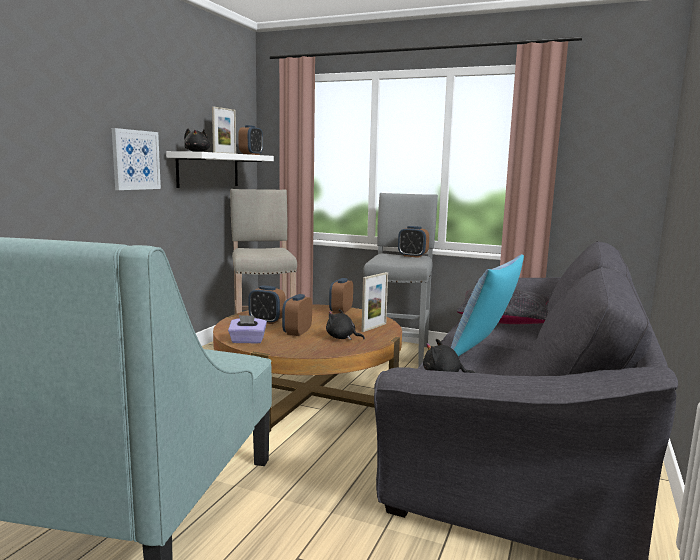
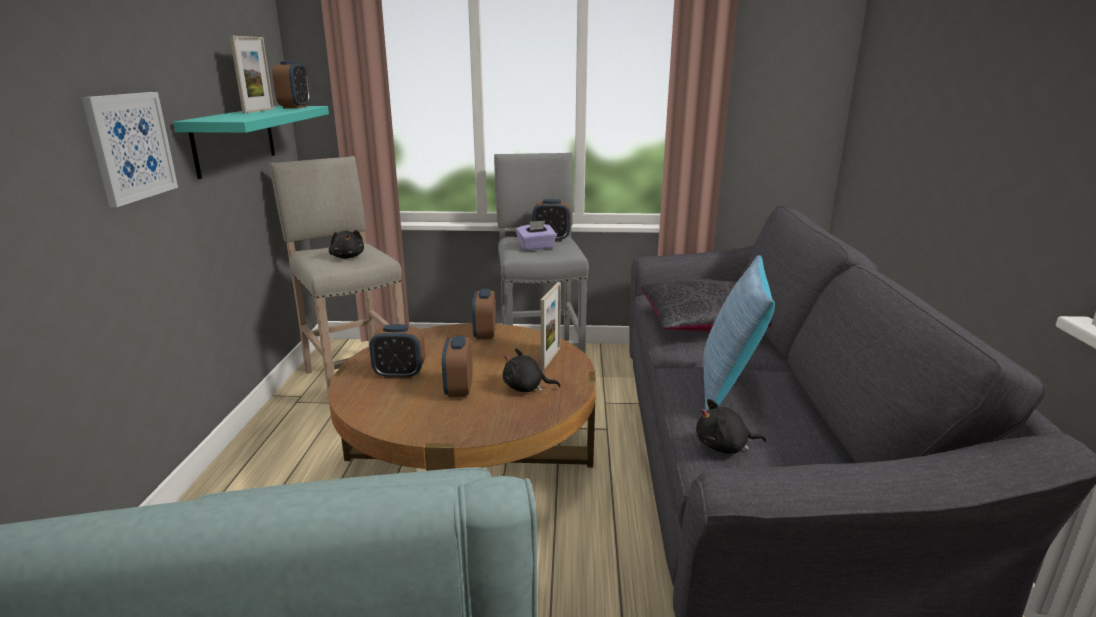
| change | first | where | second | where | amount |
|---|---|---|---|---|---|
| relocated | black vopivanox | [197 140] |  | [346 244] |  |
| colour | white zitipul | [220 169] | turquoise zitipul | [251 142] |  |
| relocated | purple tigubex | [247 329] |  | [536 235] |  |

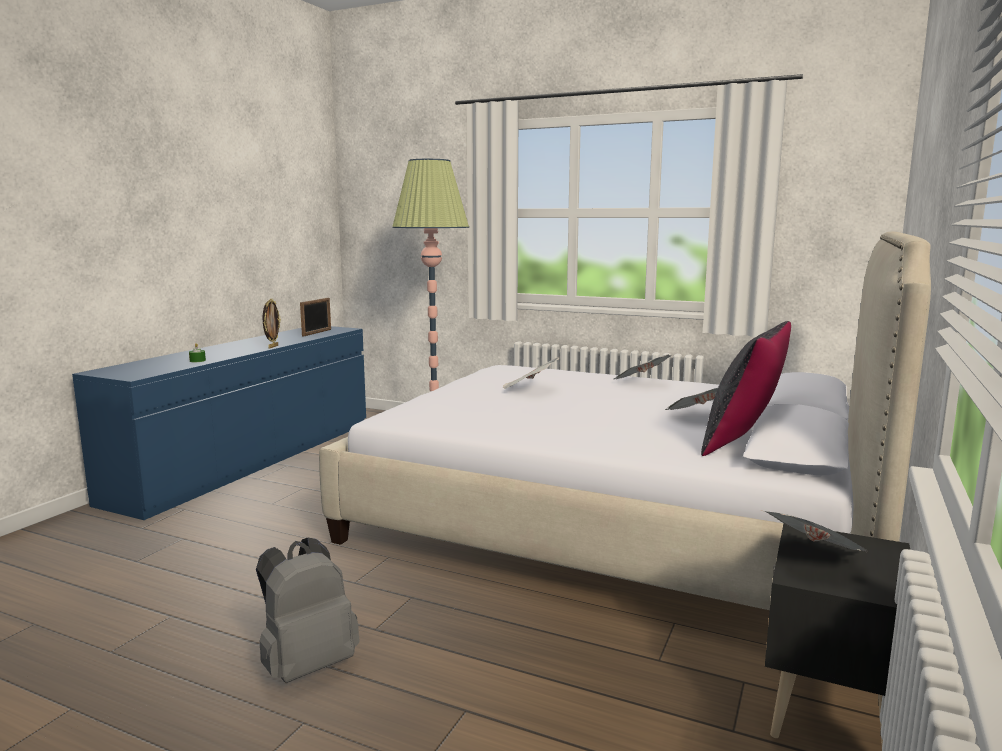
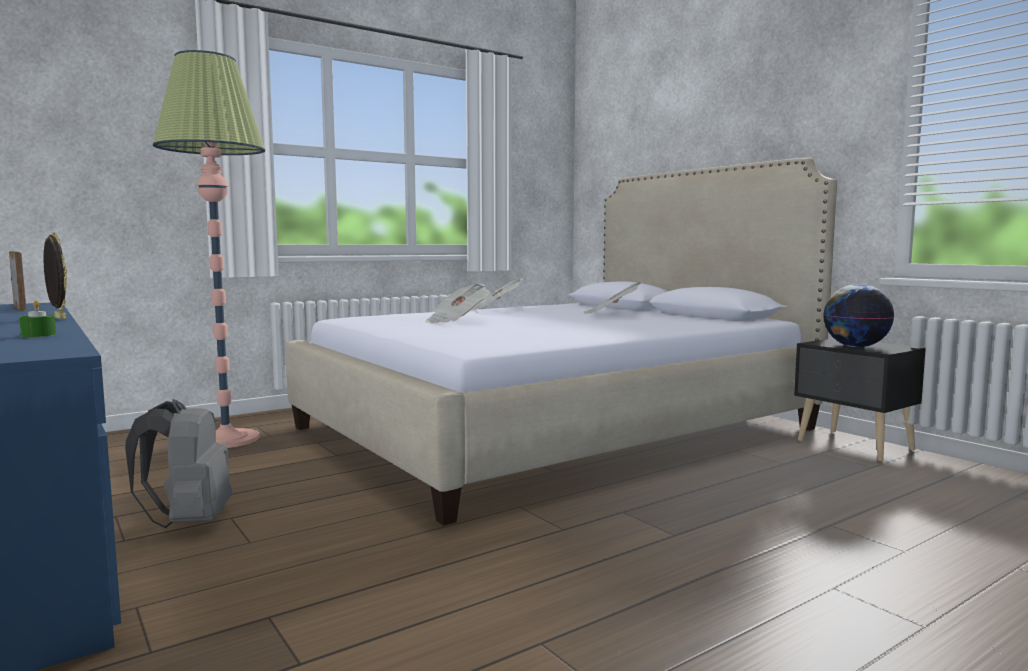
| change | first | where | second | where | amount |
|---|---|---|---|---|---|
| missing | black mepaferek | [746 388] |  |  |  |
| exchanged | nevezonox | [814 531] | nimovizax | [858 315] |  |
| relocated | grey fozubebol | [308 610] |  | [178 463] |  |

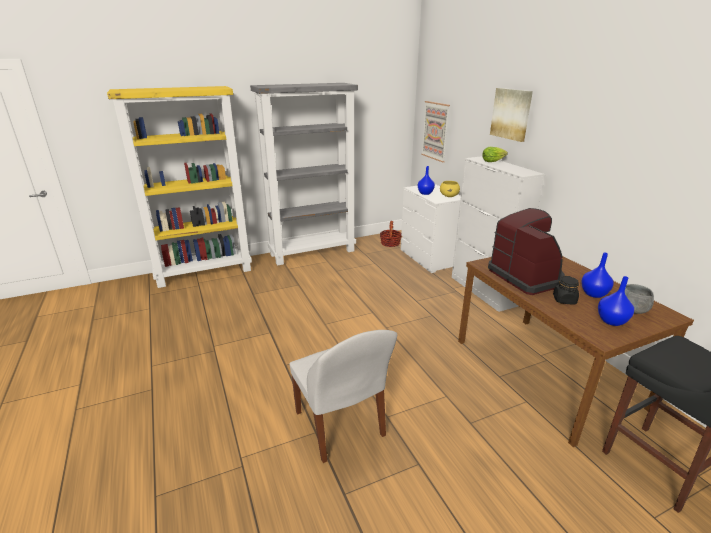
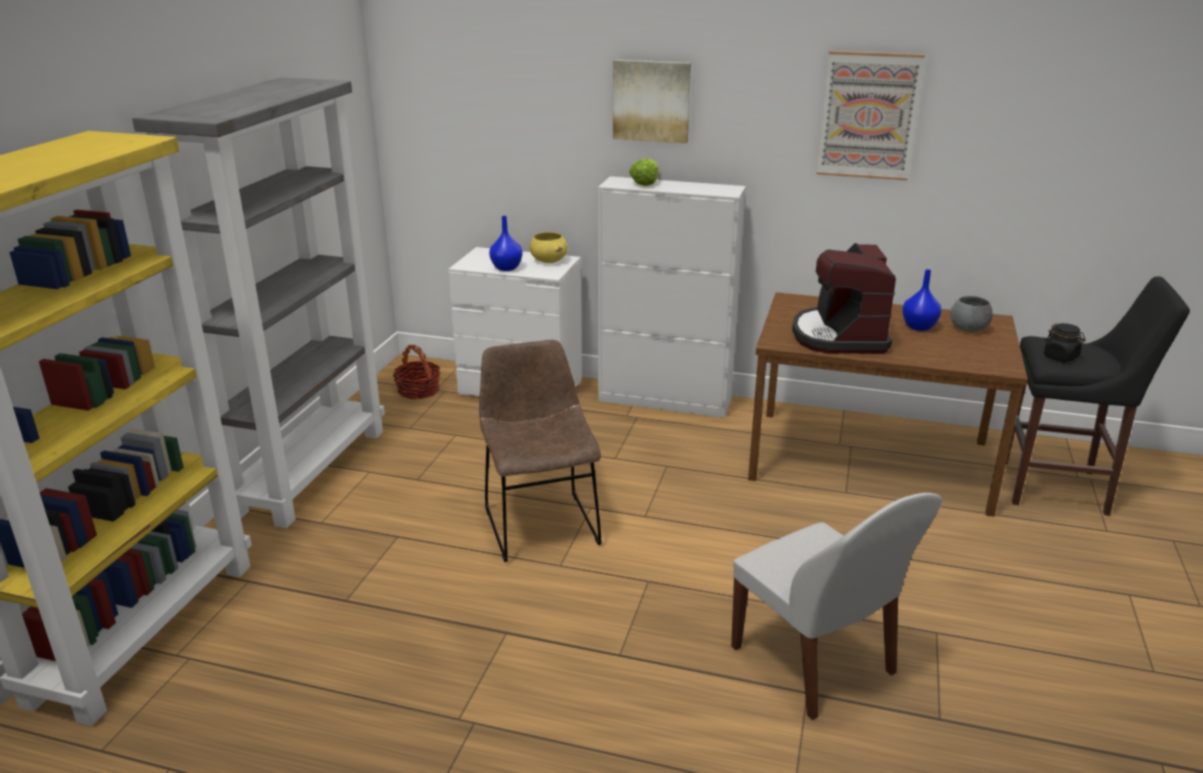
| change | first | where | second | where | amount |
|---|---|---|---|---|---|
| relocated | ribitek | [435 131] |  | [871 116] |  |
| spun | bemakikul | [526 251] |  | [844 298] | 105 degrees counterclockwise |
| relocated | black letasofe | [566 290] |  | [1064 342] |  |
| missing | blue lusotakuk | [616 301] |  |  |  |
| spun | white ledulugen | [343 396] |  | [836 606] | 45 degrees clockwise |
| appeared |  |  | brown ledulugen | [540 451] |  |

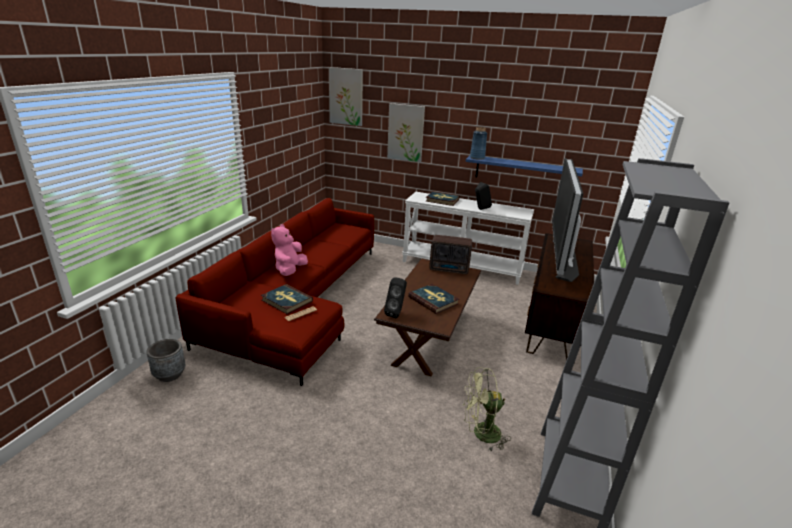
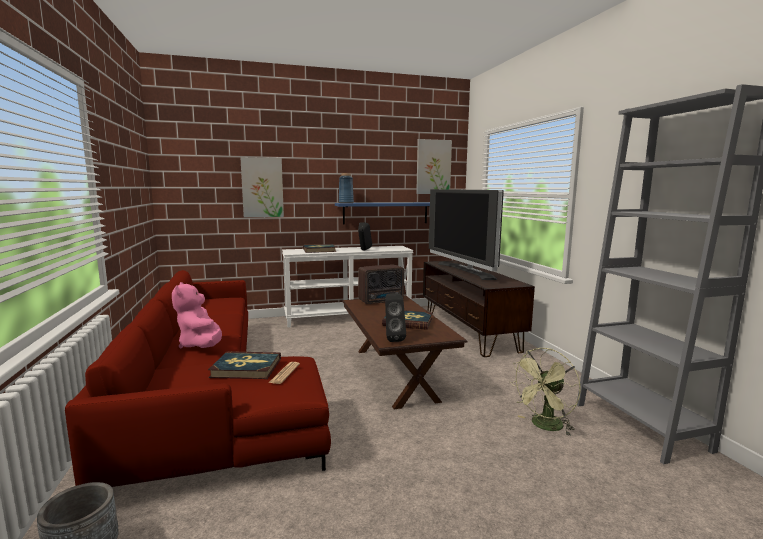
| change | first | where | second | where | amount |
|---|---|---|---|---|---|
| relocated | ribitek | [346 96] |  | [434 166] |  |

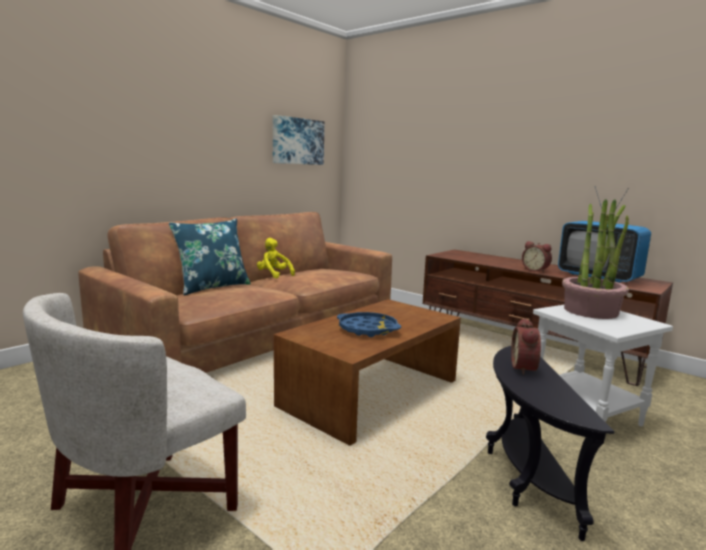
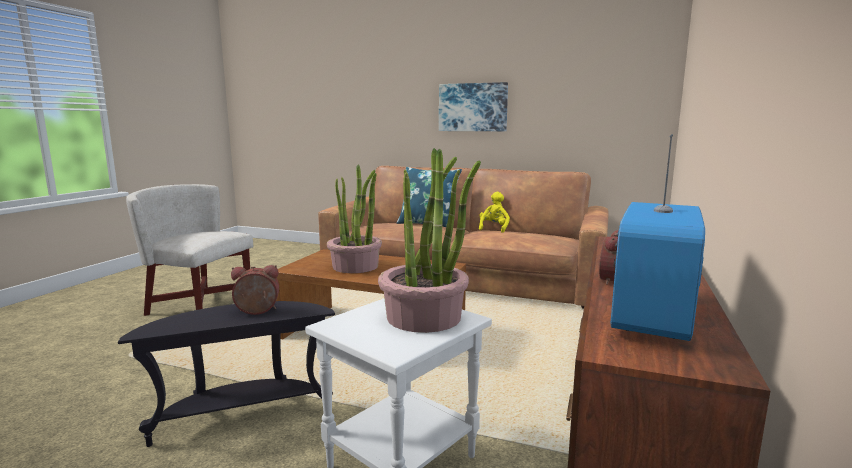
| change | first | where | second | where | amount |
|---|---|---|---|---|---|
| relocated | ribitek | [298 140] |  | [473 106] |  |
| exchanged | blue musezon | [369 324] | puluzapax | [354 219] |  |

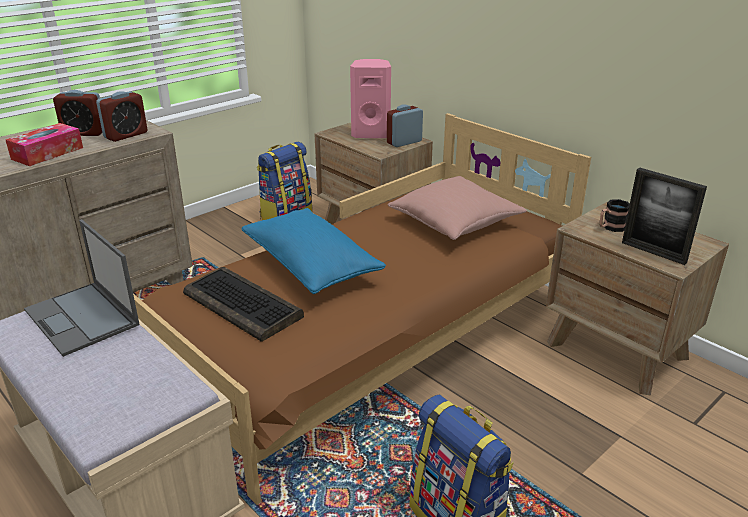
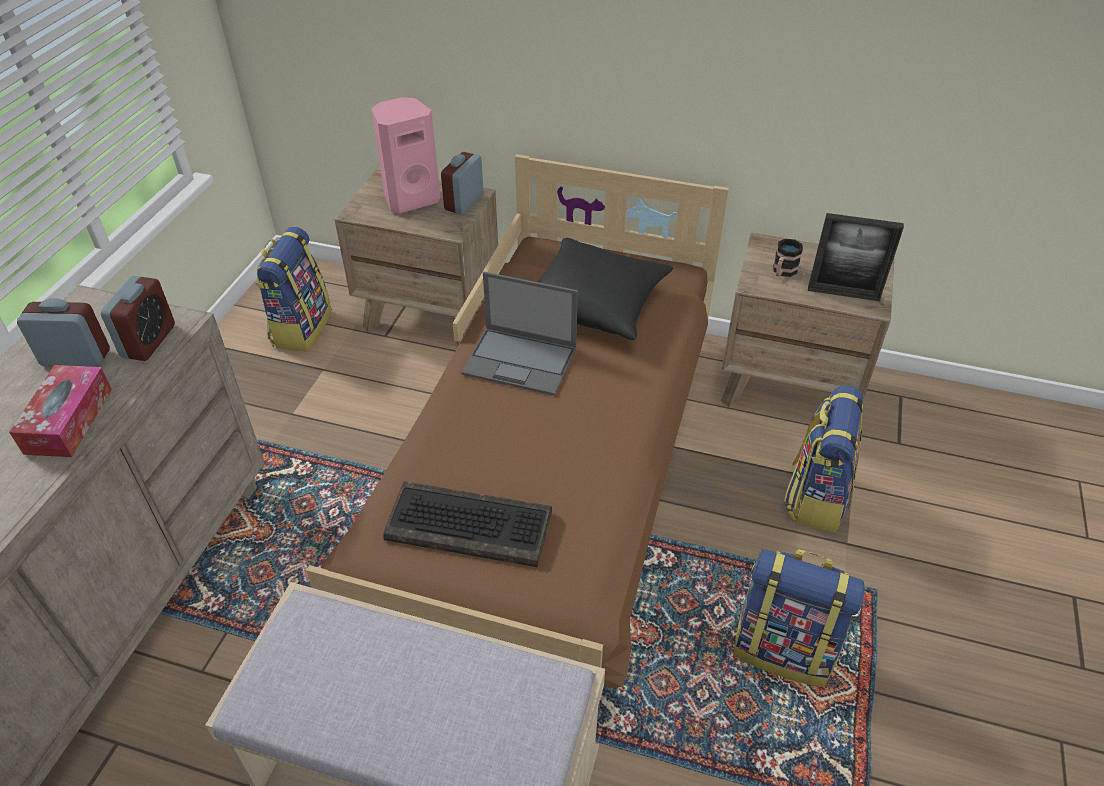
| change | first | where | second | where | amount |
|---|---|---|---|---|---|
| spun | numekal | [77 113] |  | [63 332] | 150 degrees counterclockwise |
| colour | pink mepaferek | [457 208] | black mepaferek | [605 289] |  |
| missing | blue mepaferek | [314 251] |  |  |  |
| relocated | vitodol | [82 288] |  | [519 334] |  |
| appeared |  |  | fozubebol | [823 458] |  |

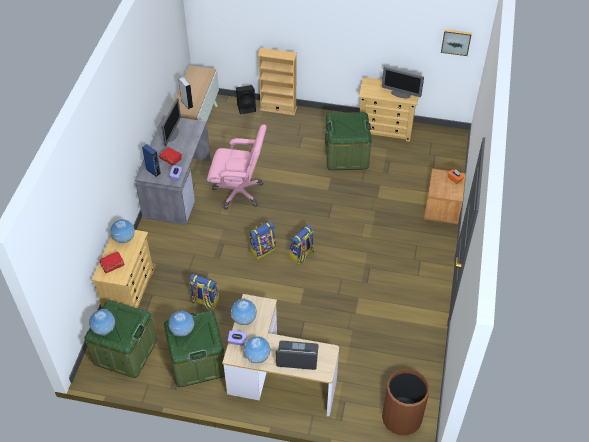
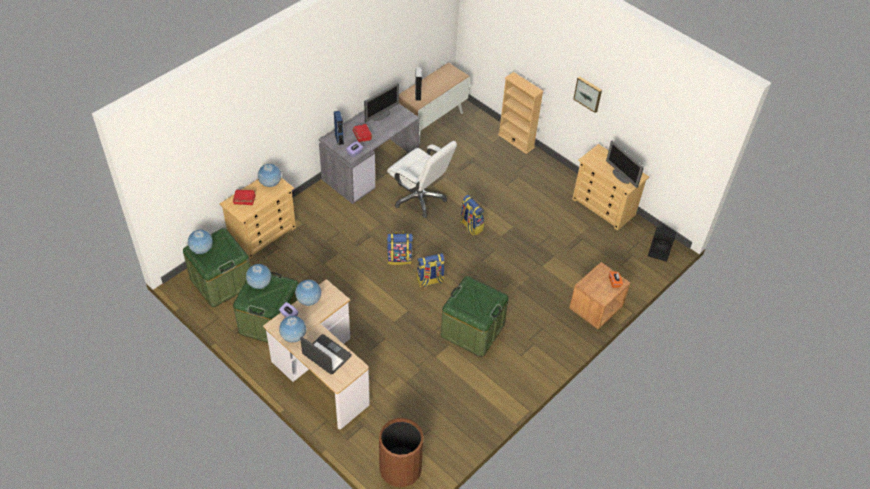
| change | first | where | second | where | amount |
|---|---|---|---|---|---|
| relocated | ribitek | [456 42] |  | [587 94] |  |
| relocated | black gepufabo | [246 99] |  | [662 244] |  |
| relocated | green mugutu | [348 141] |  | [475 316] |  |
| colour | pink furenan | [237 167] | white furenan | [422 179] |  |
| relocated | fozubebol | [205 291] |  | [471 215] |  |

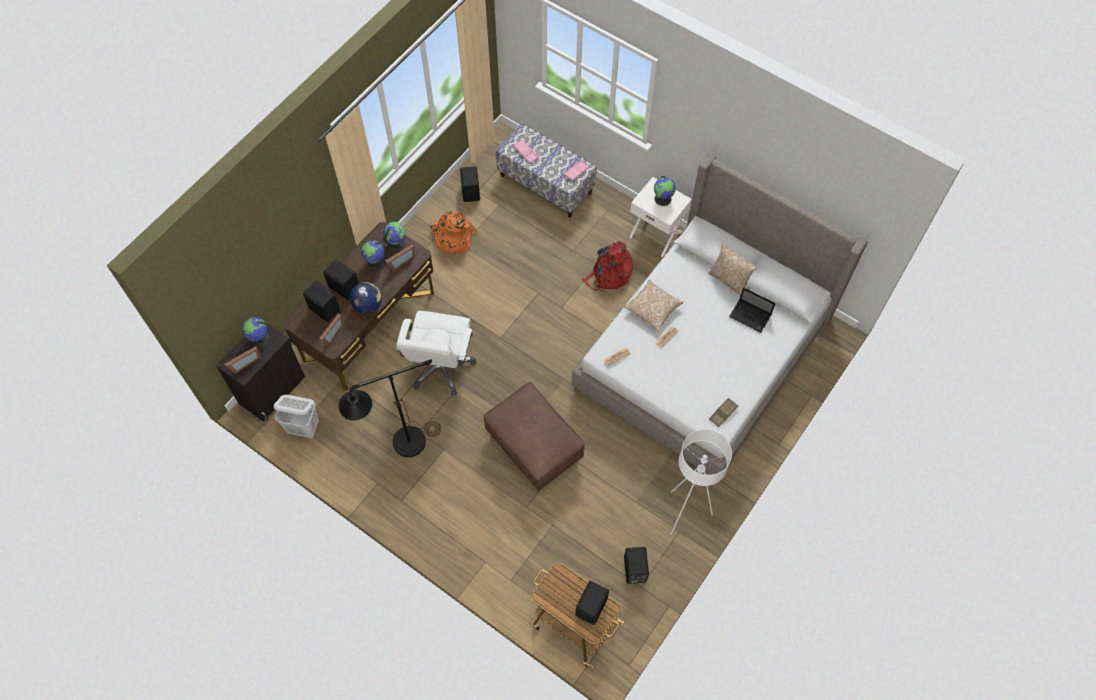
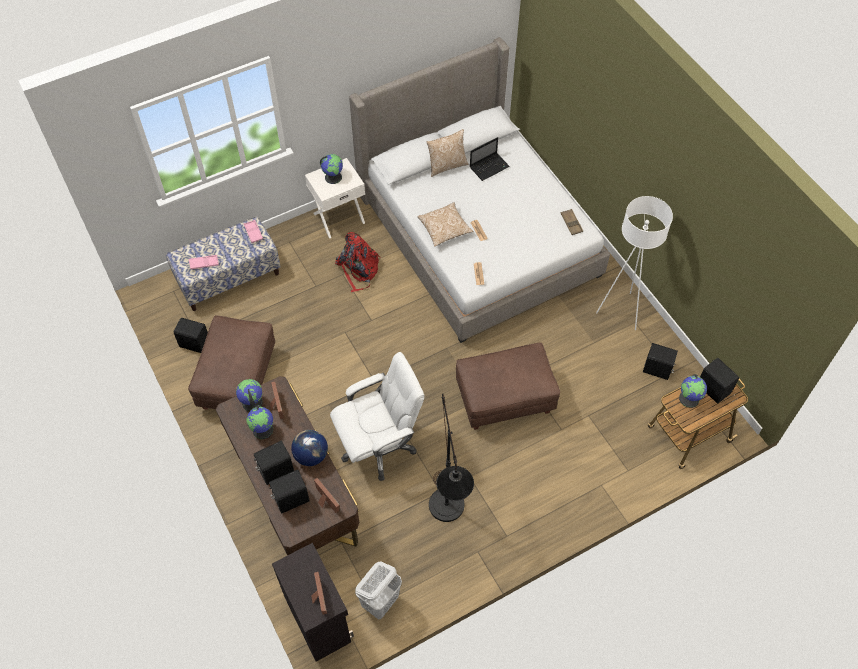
| change | first | where | second | where | amount |
|---|---|---|---|---|---|
| exchanged | orange fozubebol | [453 232] | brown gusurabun | [231 362] |  |
| spun | white furenan | [436 353] |  | [377 416] | 60 degrees counterclockwise |
| relocated | nimovizax | [256 332] |  | [693 391] |  |

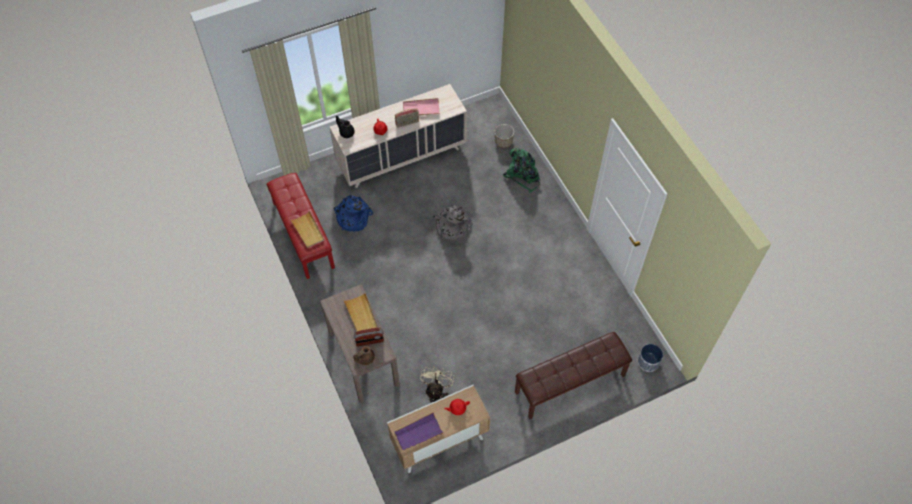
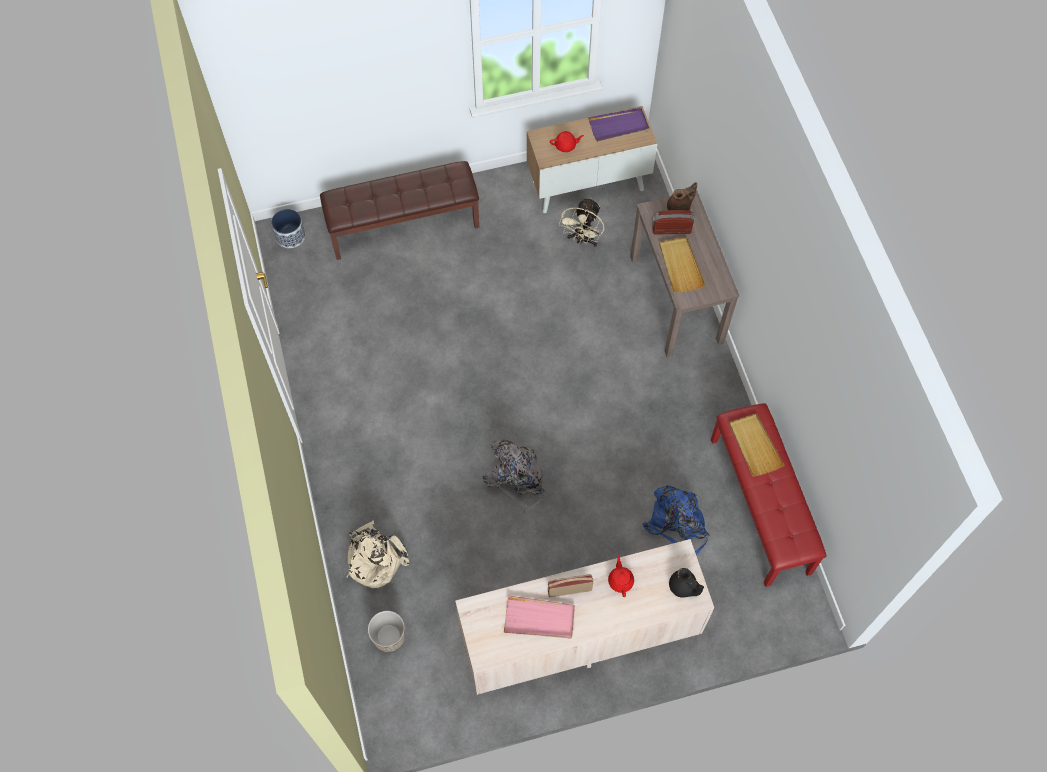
| change | first | where | second | where | amount |
|---|---|---|---|---|---|
| colour | green fozubebol | [521 170] | beige fozubebol | [377 554] |  |

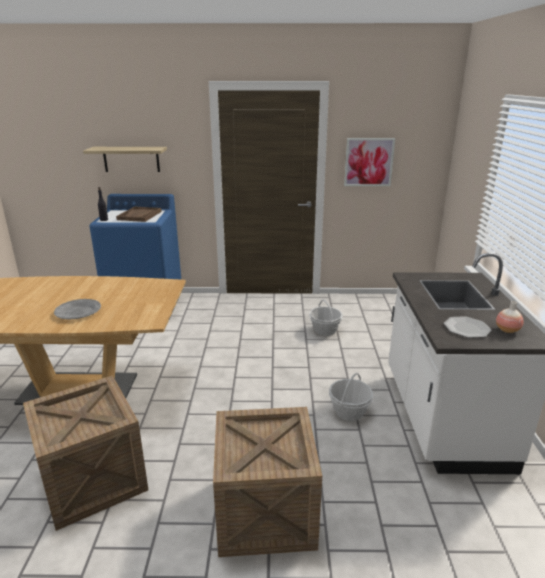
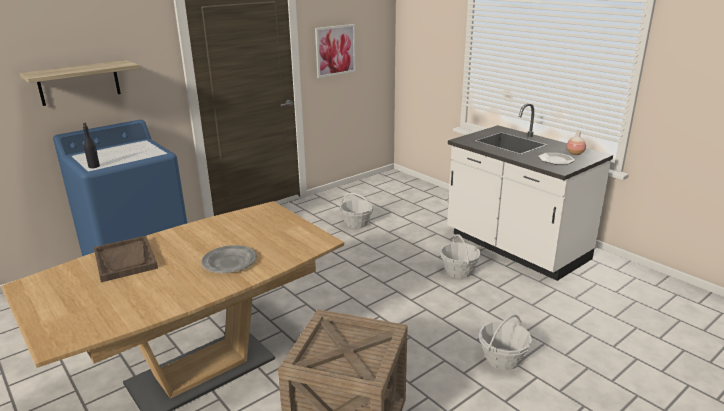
| change | first | where | second | where | amount |
|---|---|---|---|---|---|
| relocated | brown musezon | [139 214] |  | [126 259] |  |
| exchanged | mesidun | [267 482] | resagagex | [505 342] |  |

